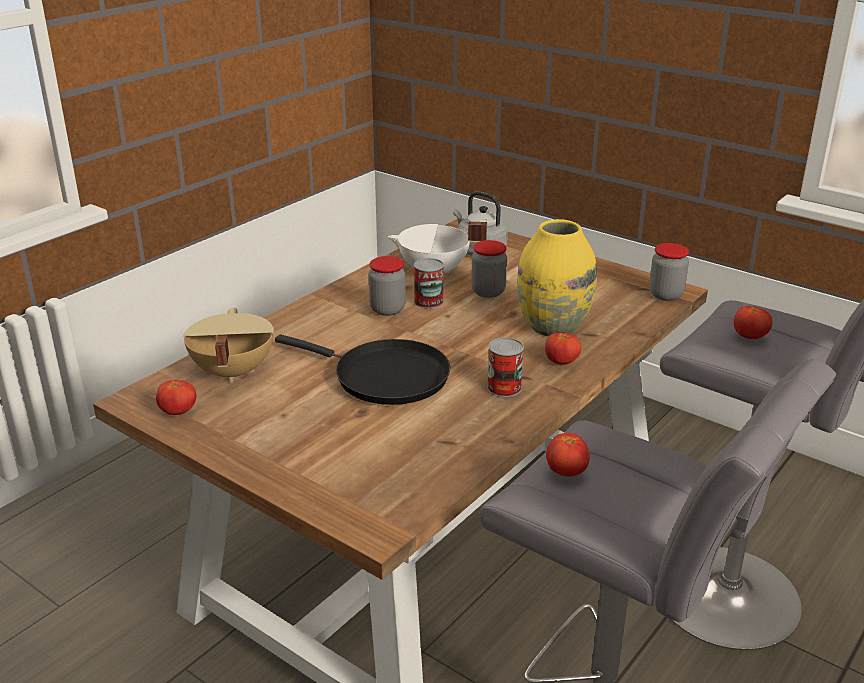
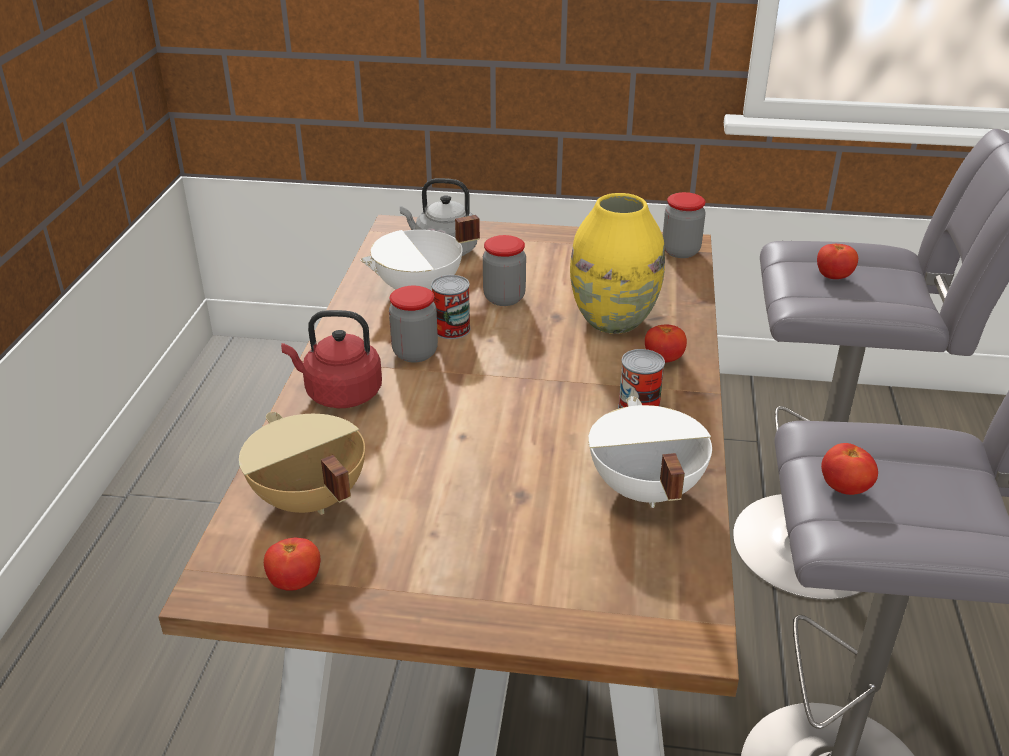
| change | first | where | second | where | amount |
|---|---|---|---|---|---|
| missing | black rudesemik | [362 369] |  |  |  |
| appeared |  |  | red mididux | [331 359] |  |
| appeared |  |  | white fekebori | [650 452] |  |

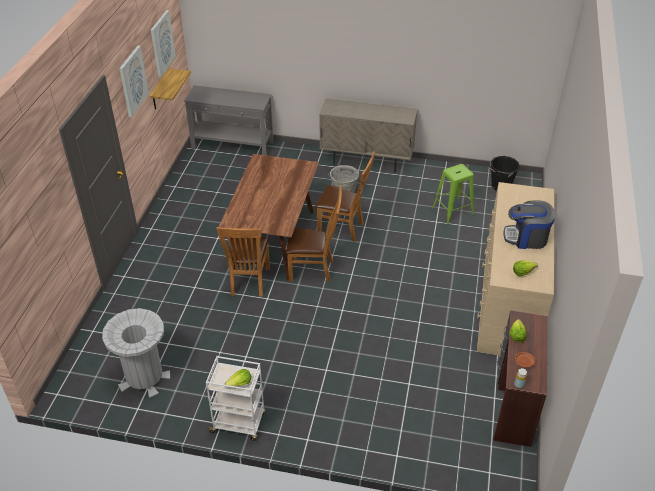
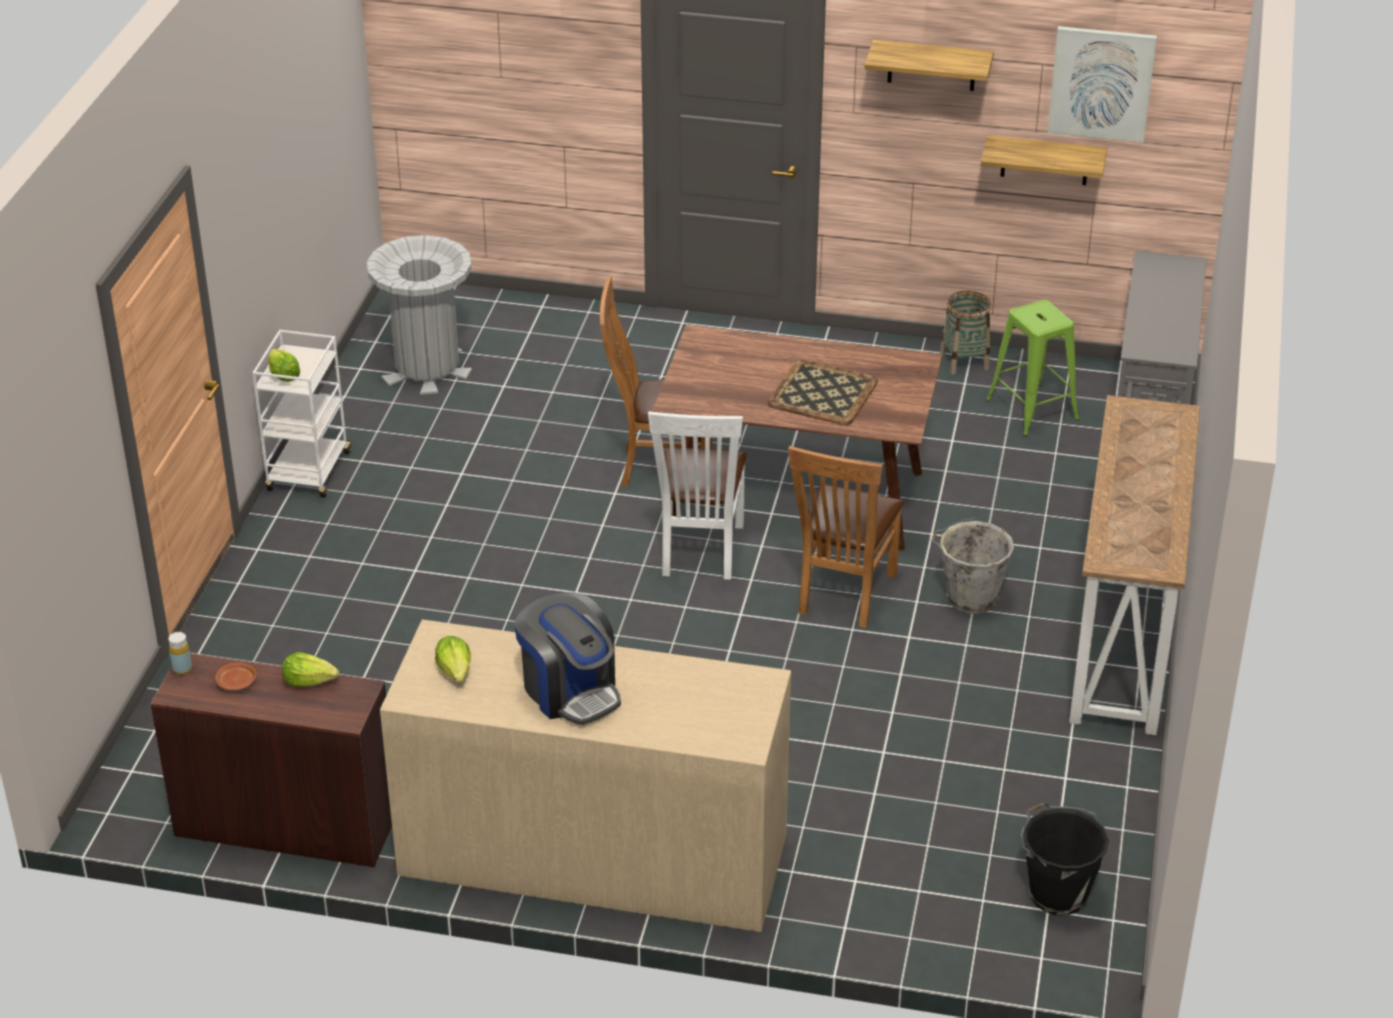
| change | first | where | second | where | amount |
|---|---|---|---|---|---|
| exchanged | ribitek | [134 81] | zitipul | [929 65] |  |
| exchanged | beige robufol | [368 136] | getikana | [1134 565] |  |
| relocated | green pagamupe | [453 194] |  | [1032 368] |  |
| colour | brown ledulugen | [314 234] | white ledulugen | [697 495] |  |
| spun | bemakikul | [530 224] |  | [568 658] | 135 degrees clockwise |
| appeared |  |  | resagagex | [965 333] |  |
| appeared |  |  | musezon | [823 392] |  |

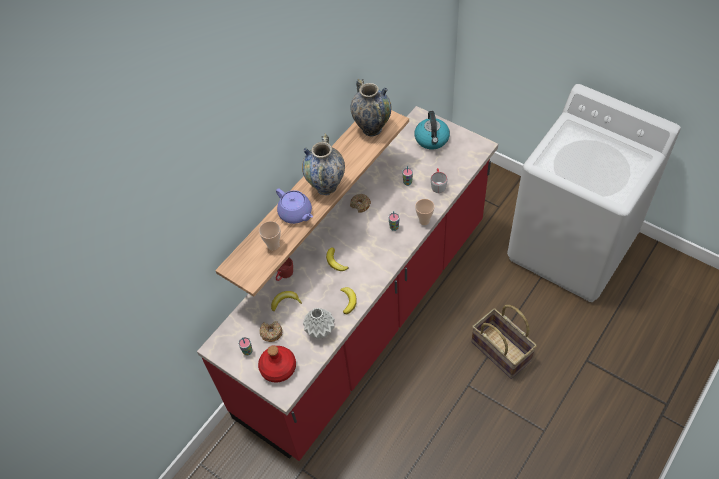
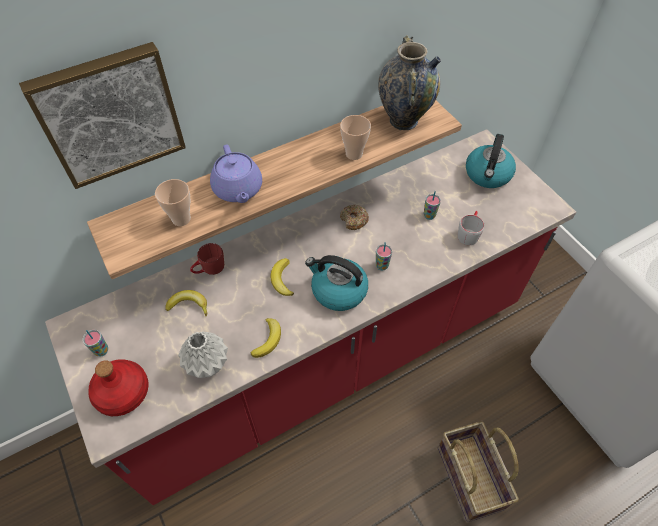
| change | first | where | second | where | amount |
|---|---|---|---|---|---|
| missing | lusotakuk | [323 164] |  |  |  |
| relocated | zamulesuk | [425 212] |  | [355 137] |  |
| missing | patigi | [271 331] |  |  |  |
| appeared |  |  | ribitek | [102 115] |  |
| appeared |  |  | mididux | [336 283] |  |

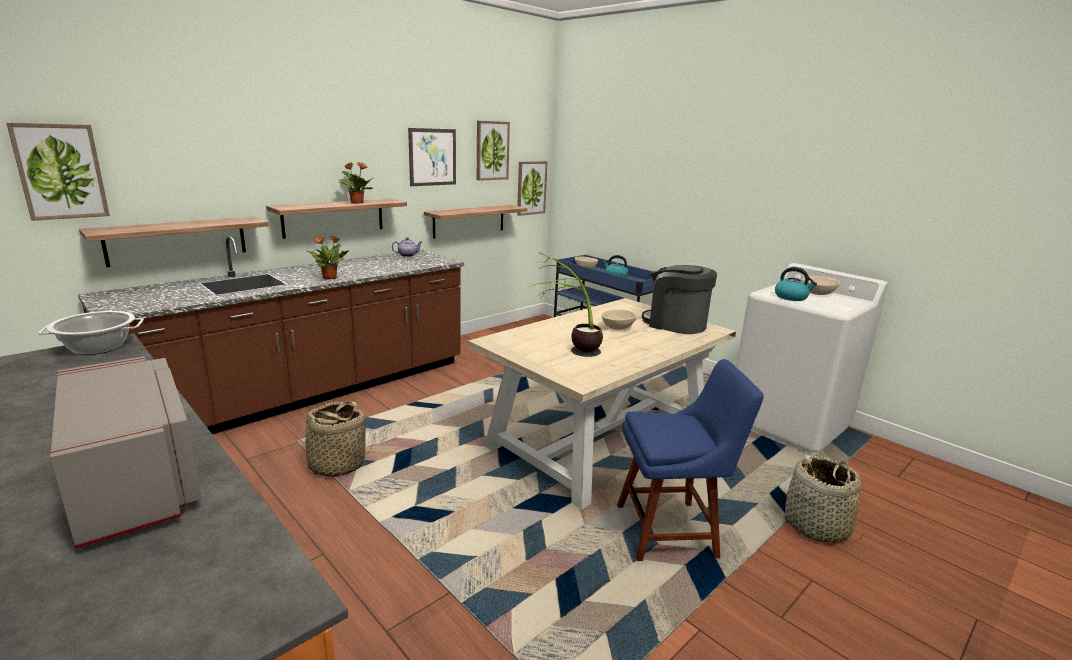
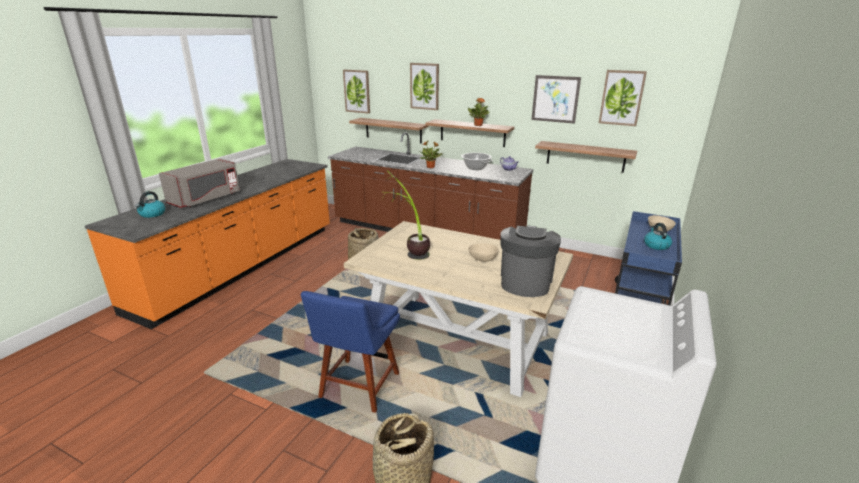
| change | first | where | second | where | amount |
|---|---|---|---|---|---|
| relocated | ribitek | [532 188] |  | [424 86] |  |
| relocated | mididux | [796 284] |  | [150 204] |  |
| missing | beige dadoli | [821 285] |  |  |  |
| relocated | fekebori | [91 333] |  | [477 161] |  |
| spun | blue ledulugen | [690 460] |  | [350 352] | 45 degrees clockwise |

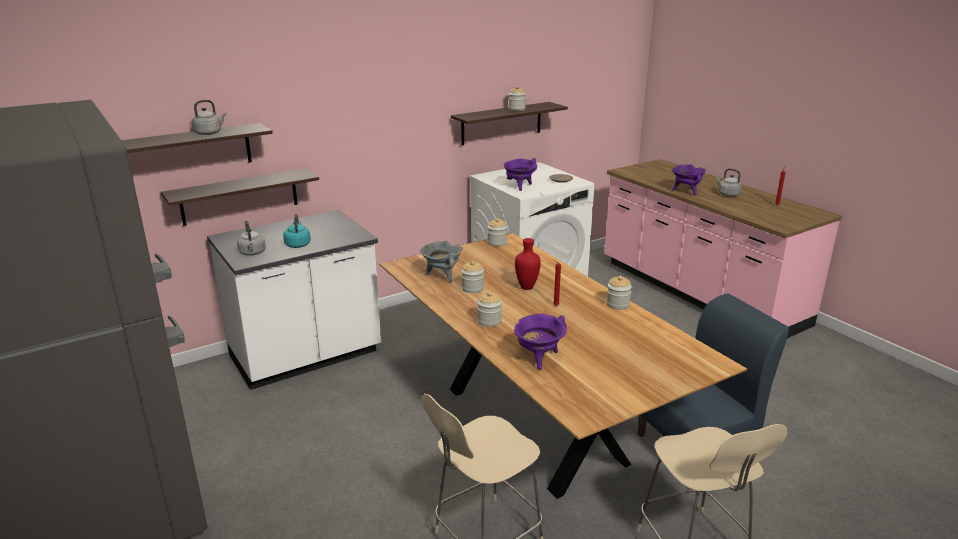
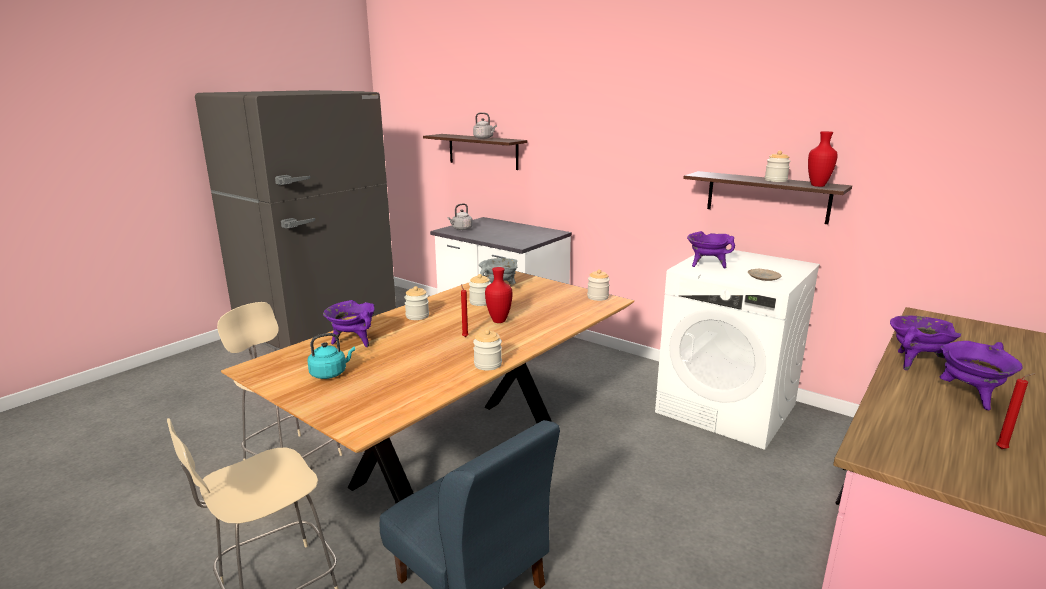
| change | first | where | second | where | amount |
|---|---|---|---|---|---|
| missing | zitipul | [240 197] |  |  |  |
| exchanged | grey mididux | [729 183] | purple fekebori | [981 375] |  |
| relocated | turquoise mididux | [297 231] |  | [331 356] |  |
| appeared |  |  | red lusotakuk | [823 159] |  |

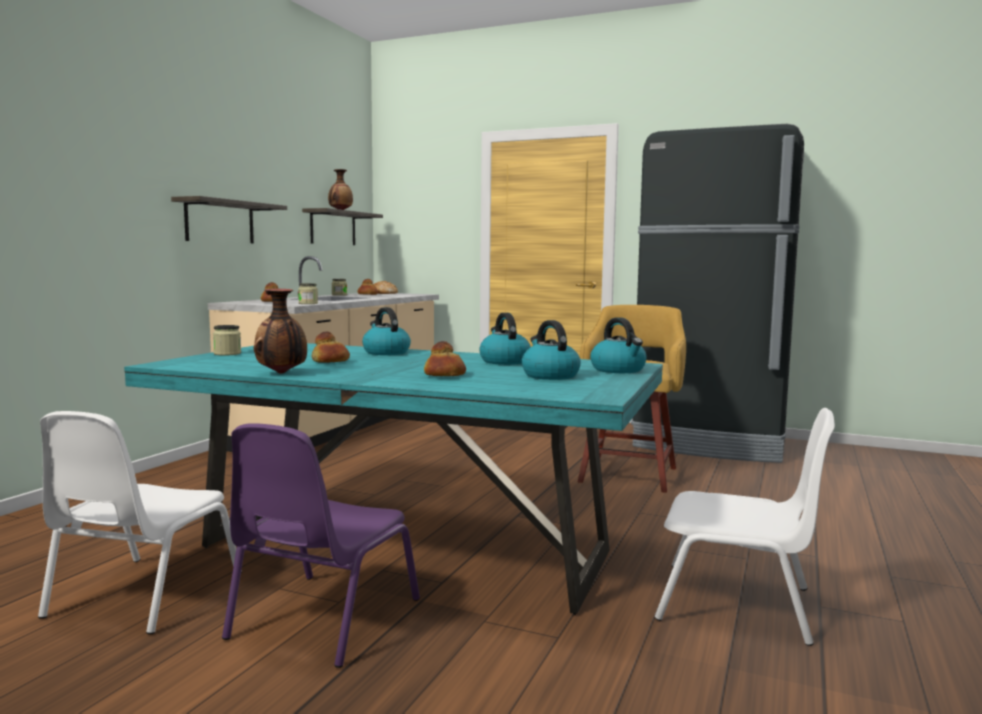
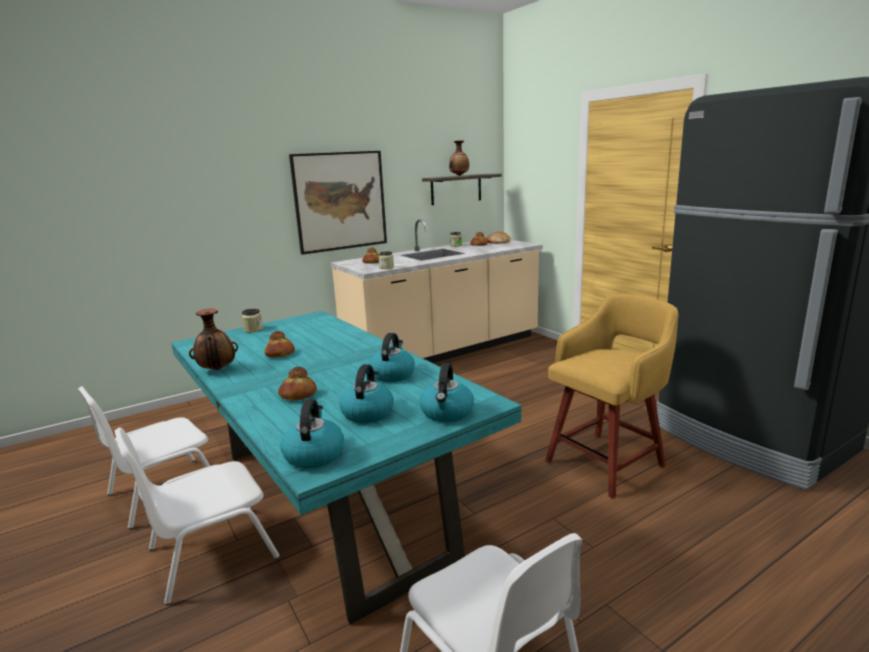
| change | first | where | second | where | amount |
|---|---|---|---|---|---|
| exchanged | zitipul | [229 219] | ribitek | [338 203] |  |
| relocated | mididux | [386 331] |  | [312 433] |  |
| colour | purple ledulugen | [321 545] | white ledulugen | [197 516] |  |

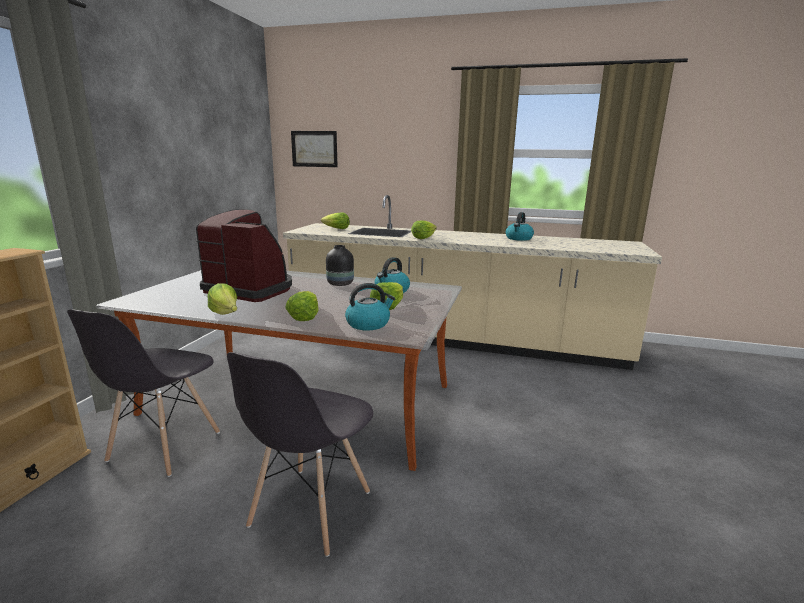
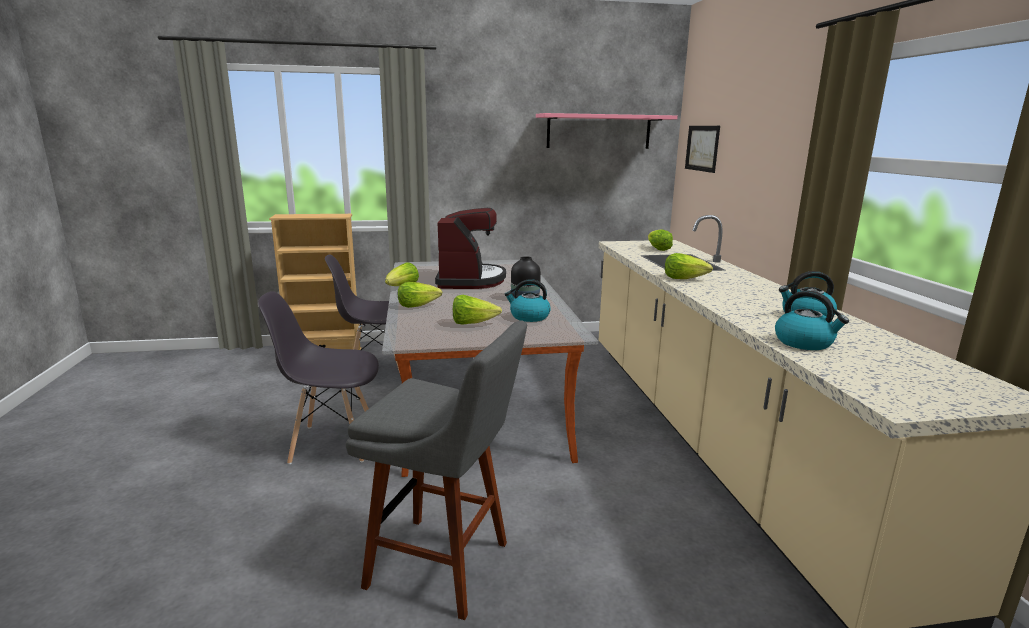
| change | first | where | second | where | amount |
|---|---|---|---|---|---|
| relocated | mididux | [370 306] |  | [812 320] |  |
| appeared |  |  | pink zitipul | [607 131] |  |
| appeared |  |  | grey pagamupe | [436 470] |  |

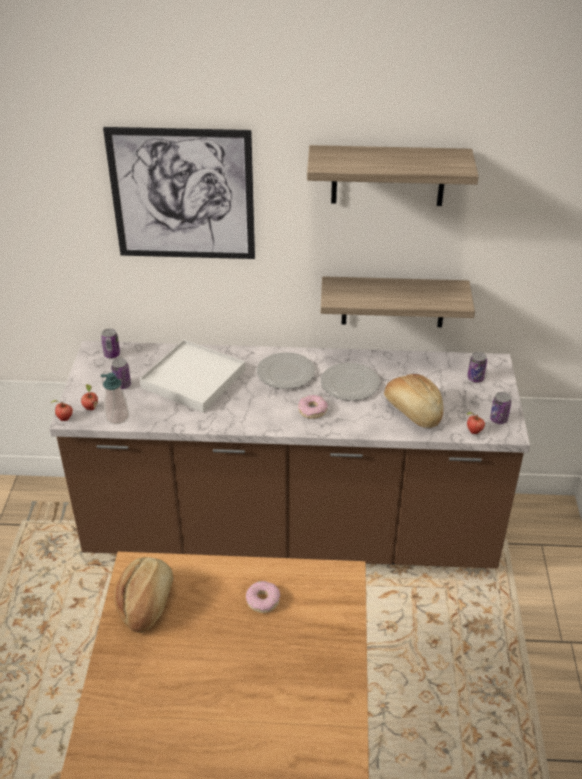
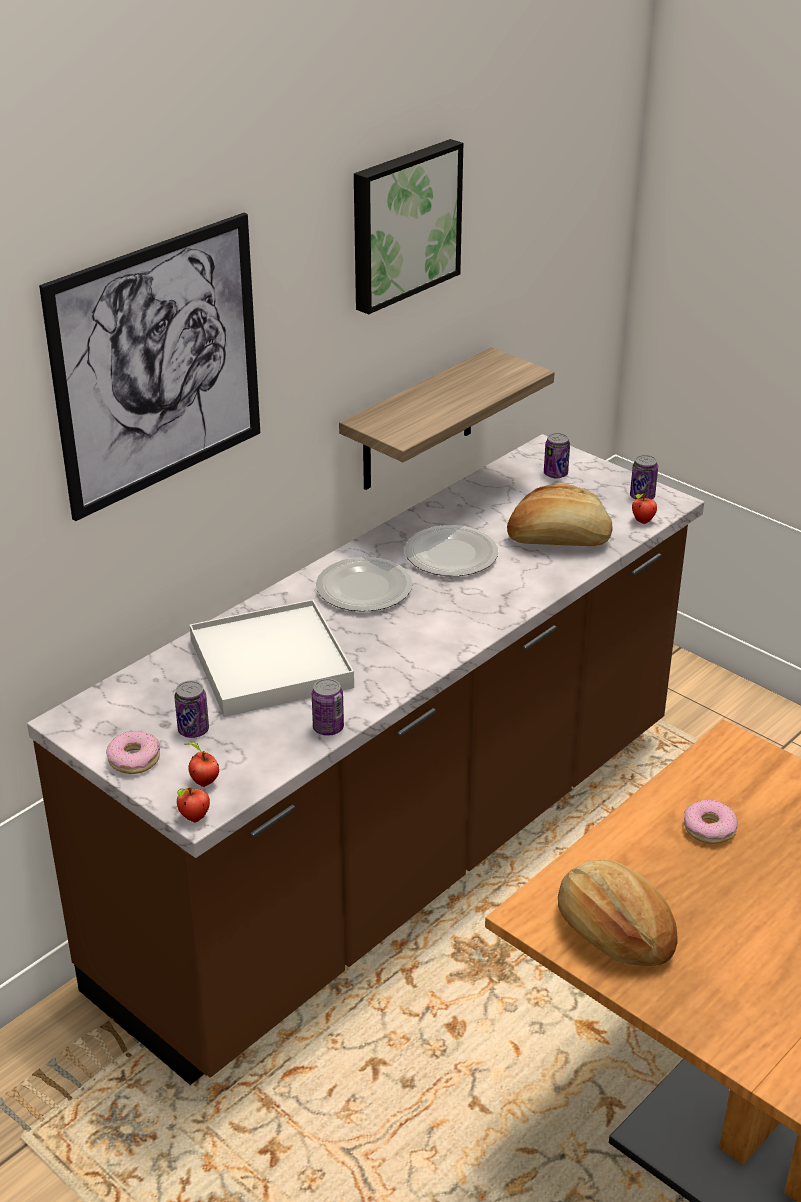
| change | first | where | second | where | amount |
|---|---|---|---|---|---|
| exchanged | zitipul | [393 175] | ribitek | [408 227] |  |
| relocated | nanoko | [110 343] |  | [328 707] |  |
| missing | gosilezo | [115 398] |  |  |  |
| relocated | patigi | [313 407] |  | [133 752] |  |

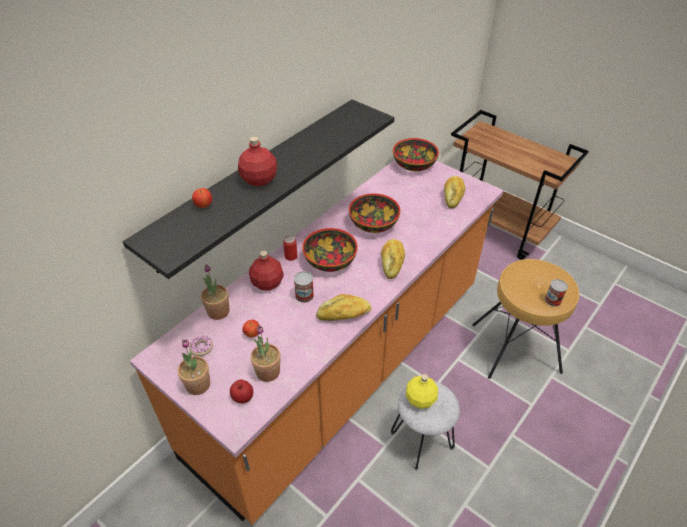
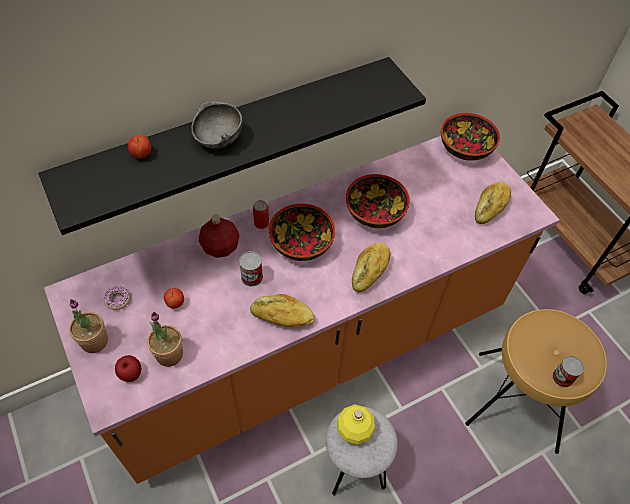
| change | first | where | second | where | amount |
|---|---|---|---|---|---|
| exchanged | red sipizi | [257 161] | grey dadoli | [217 124] |  |
| missing | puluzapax | [215 292] |  |  |  |

